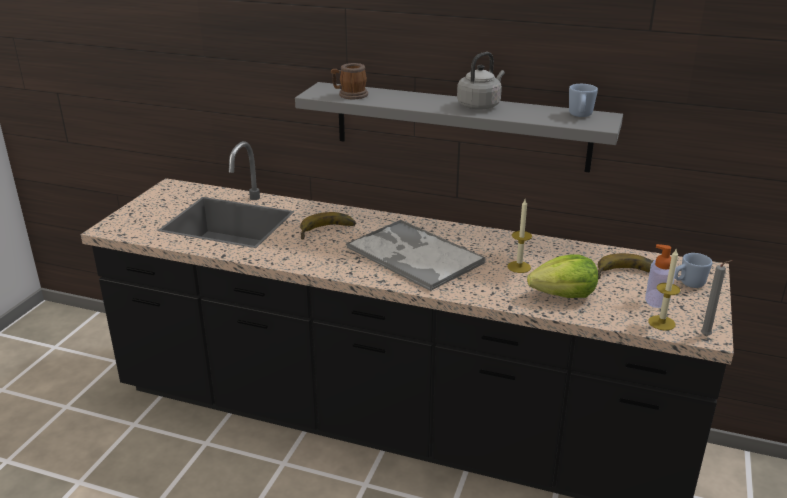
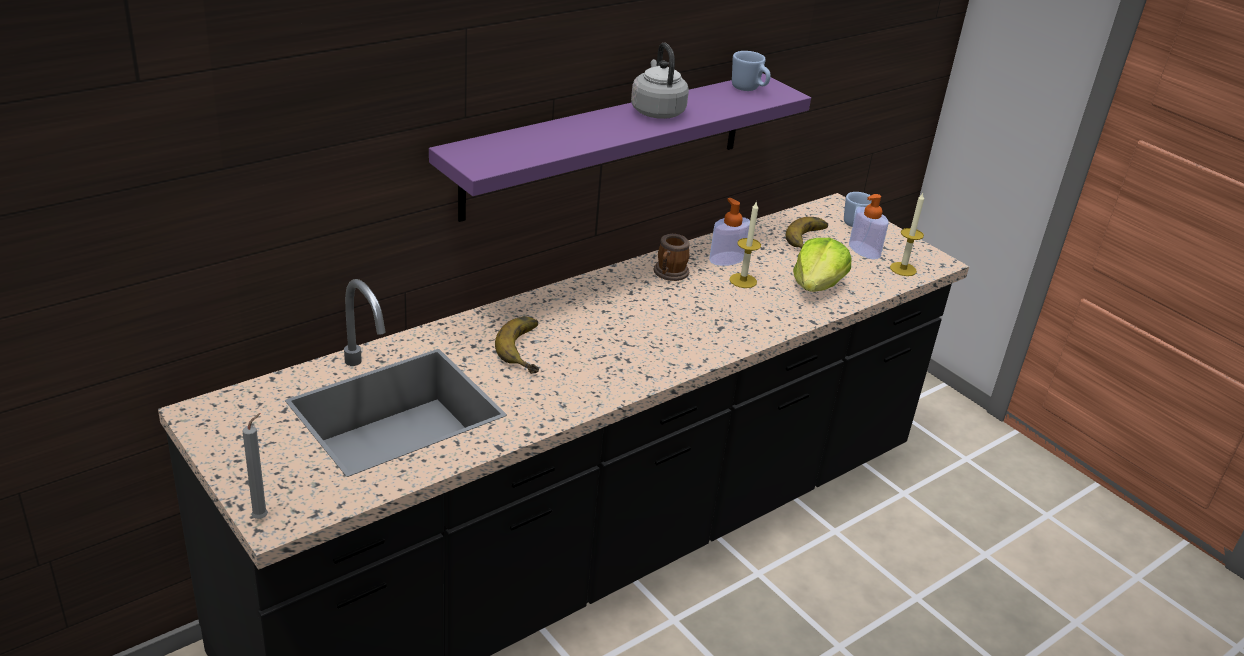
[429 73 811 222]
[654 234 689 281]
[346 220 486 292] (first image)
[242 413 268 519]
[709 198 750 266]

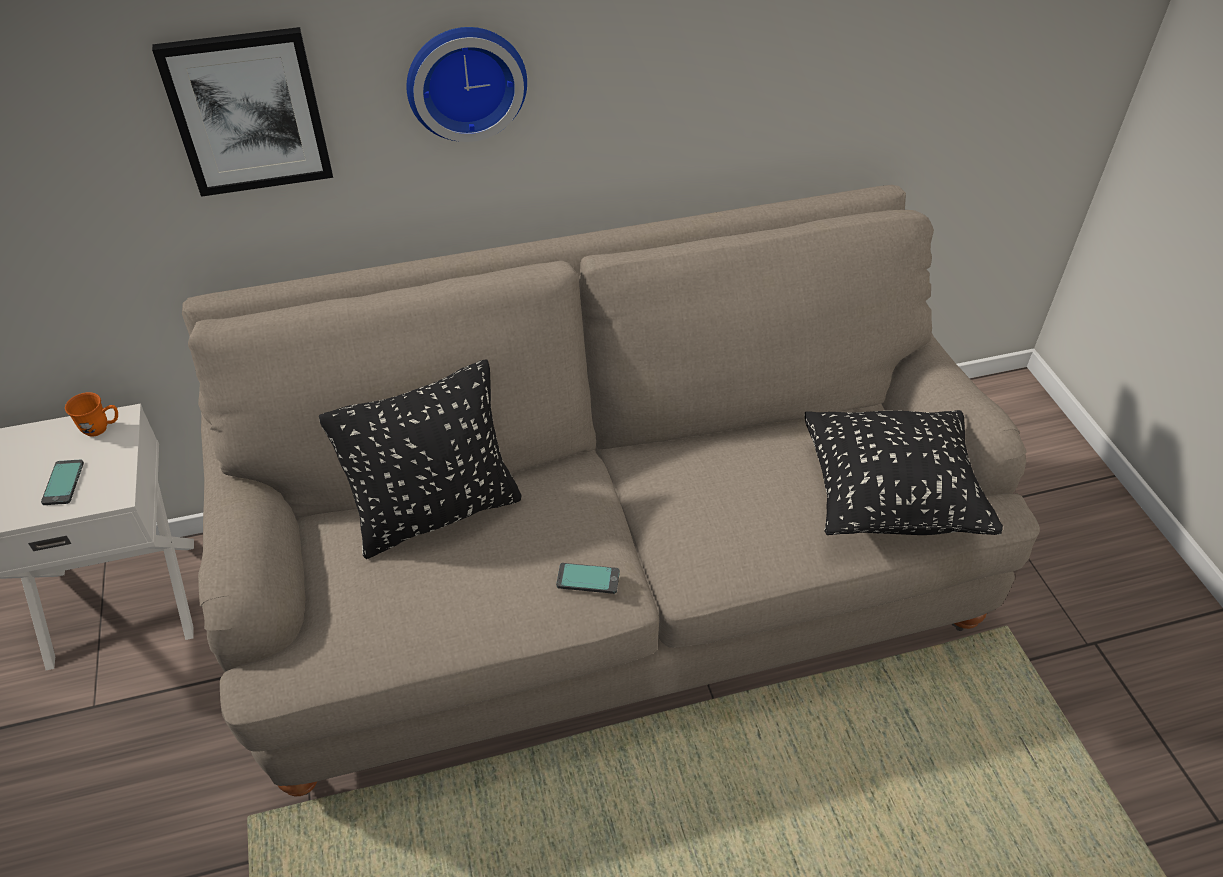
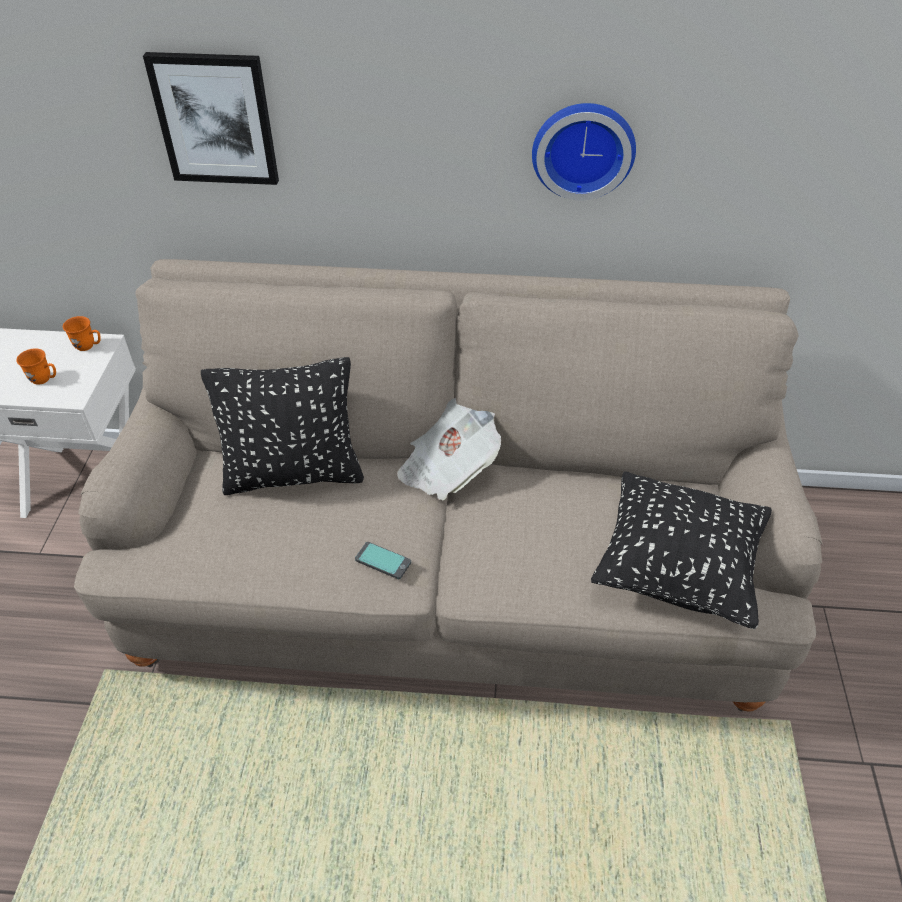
[16 348 56 385]
[532 103 636 200]
[397 398 501 500]

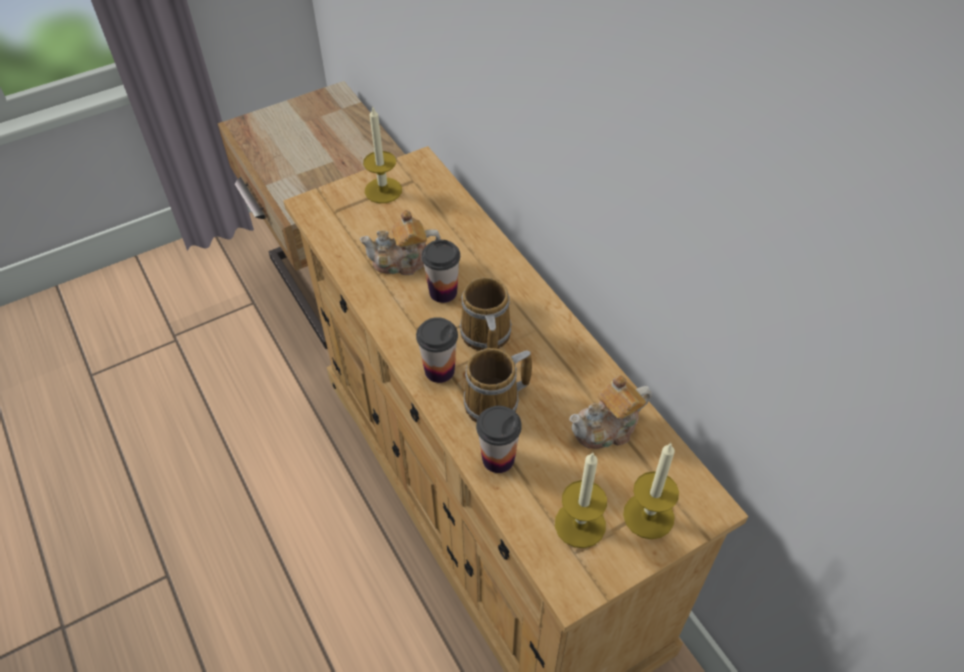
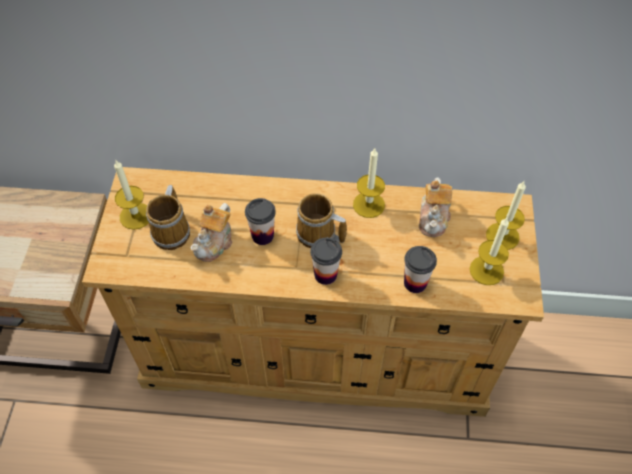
[146 185 190 250]
[353 148 385 218]

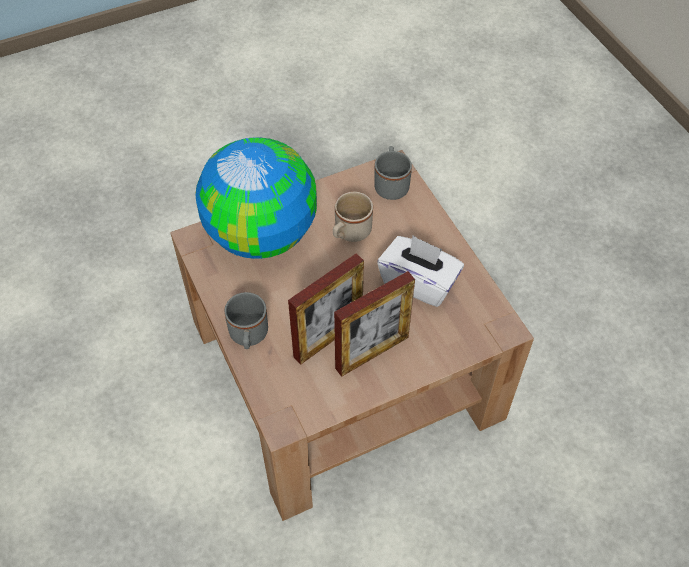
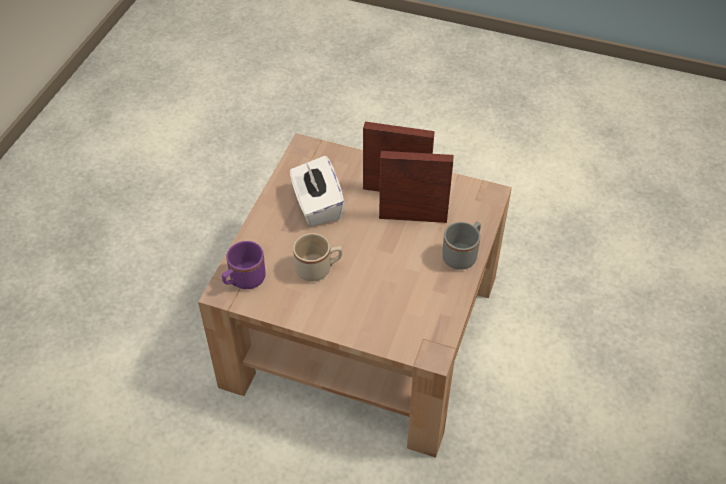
[195 137 317 259] (first image)
[222 241 266 289]

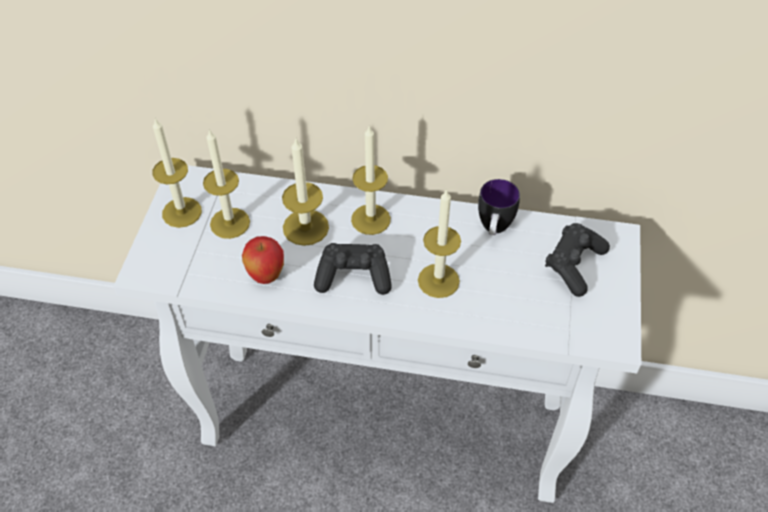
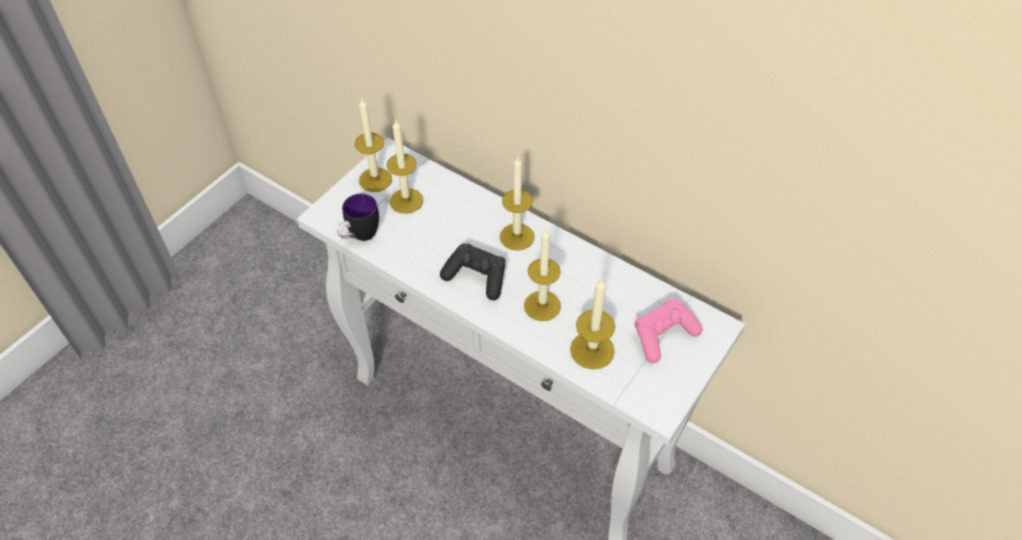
[242 236 284 284] (first image)
[570 278 615 369]
[337 194 379 241]
[635 299 703 363]

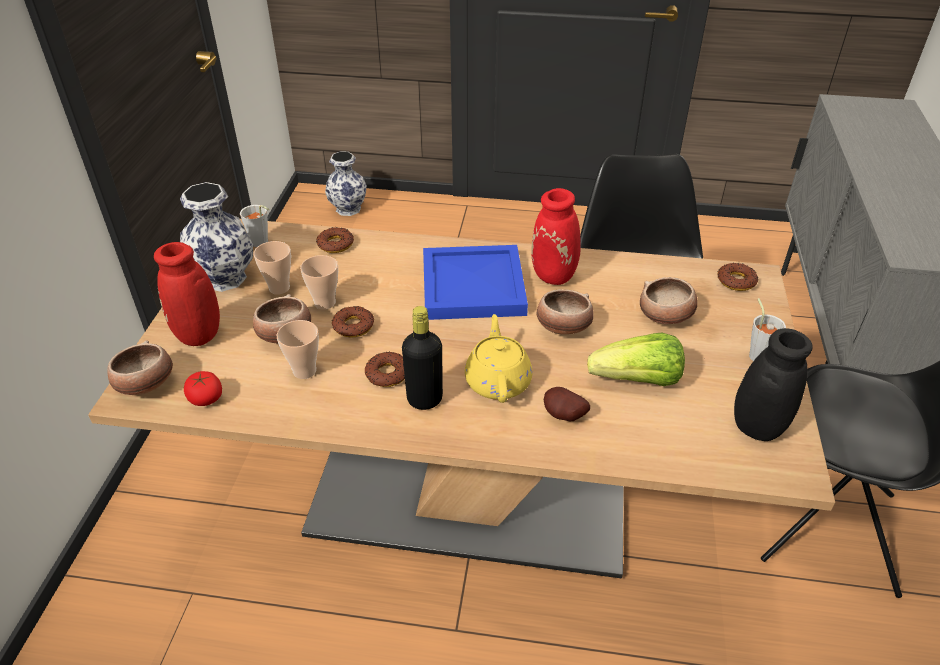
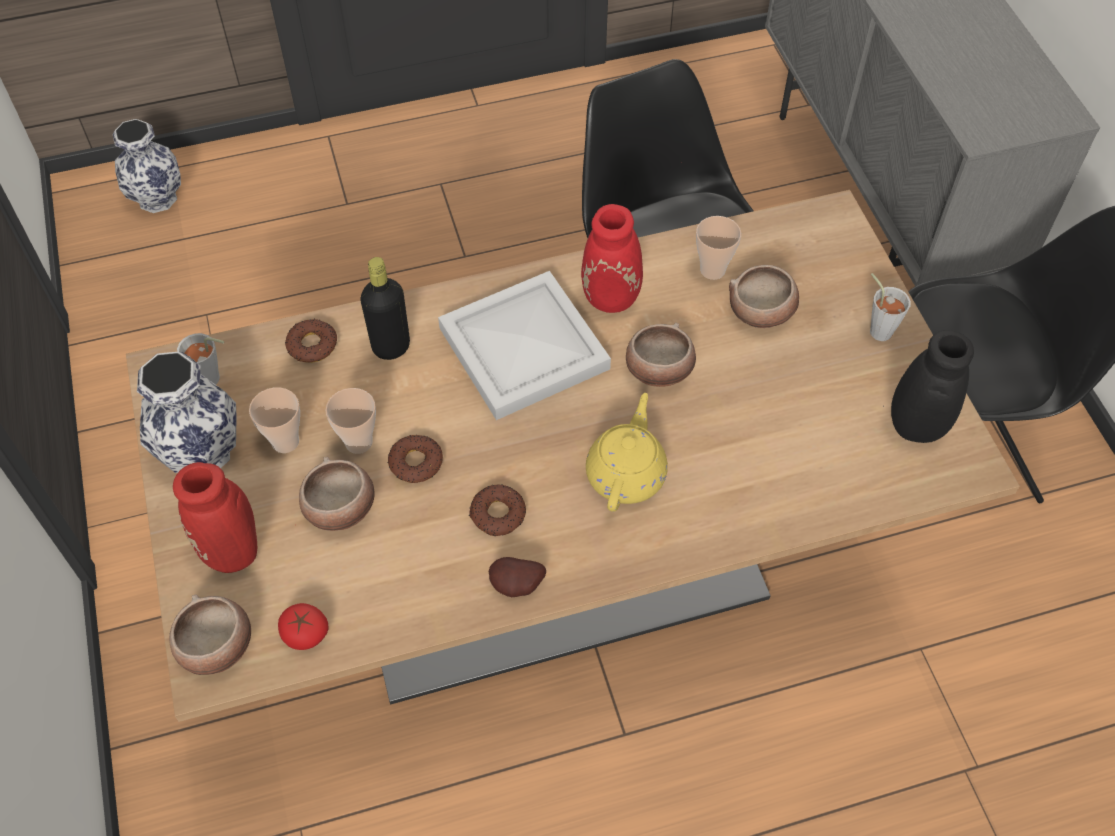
[696 216 741 280]
[360 257 410 360]
[438 271 611 420]
[586 393 668 512]
[488 557 546 597]
[587 332 685 386] (first image)
[718 263 758 291] (first image)

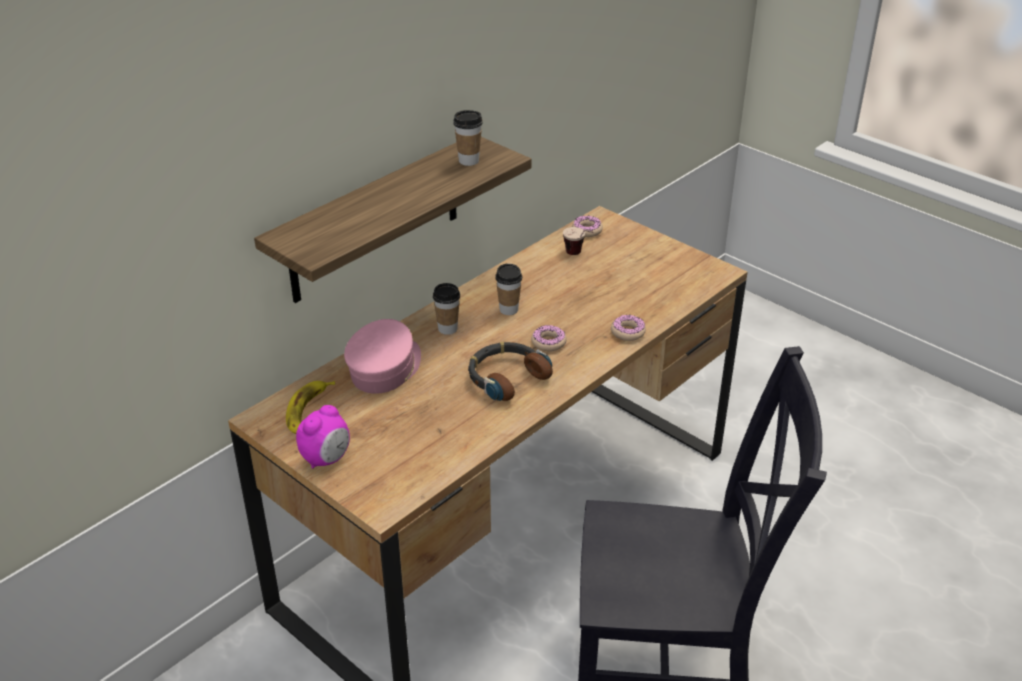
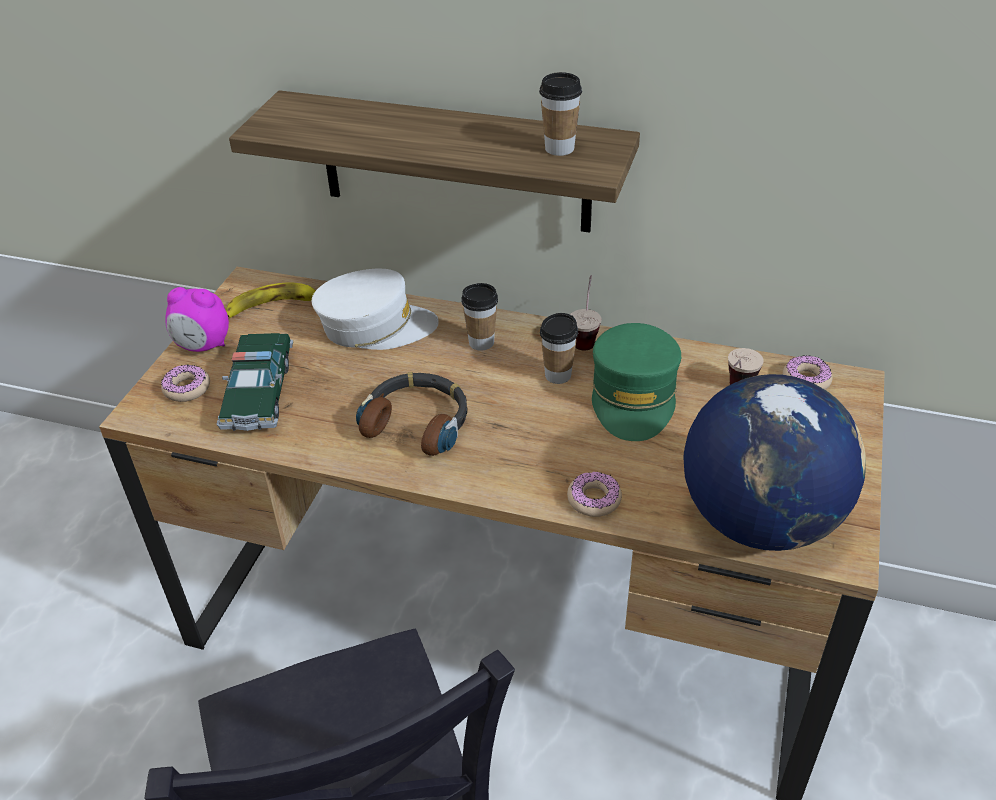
[312 269 439 350]
[161 365 210 402]
[216 333 293 431]
[570 275 602 351]
[592 323 681 441]
[684 374 866 551]

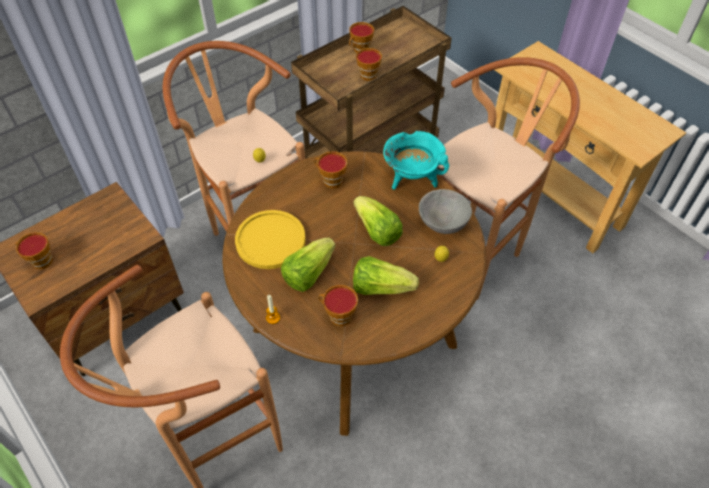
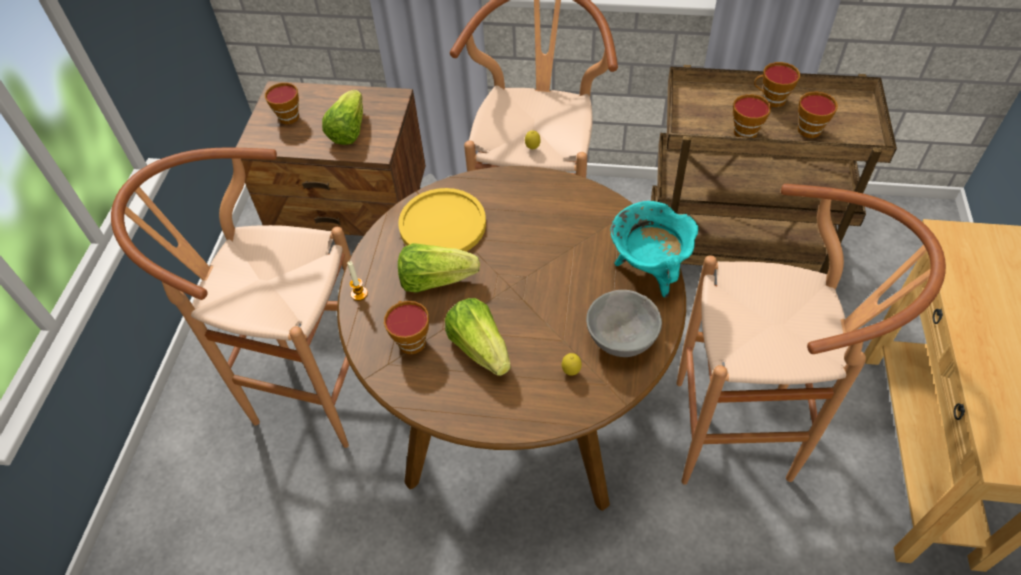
[798 91 838 138]
[322 90 363 145]

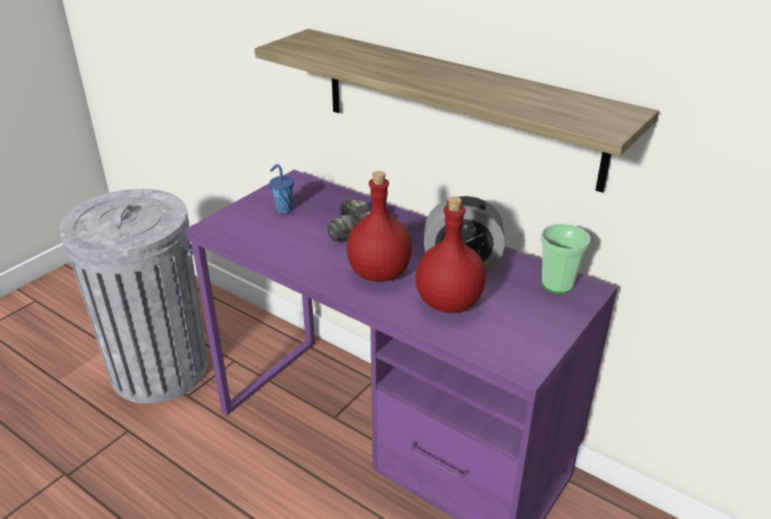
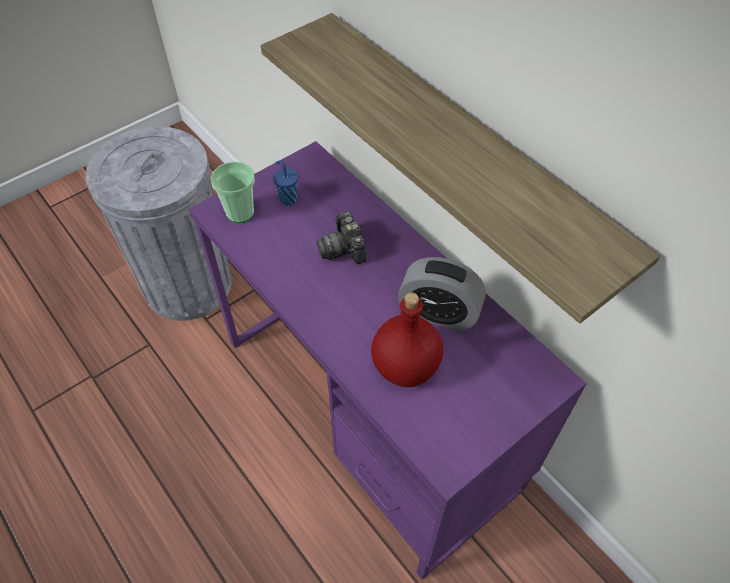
[347 171 412 282] (first image)
[211 162 255 223]

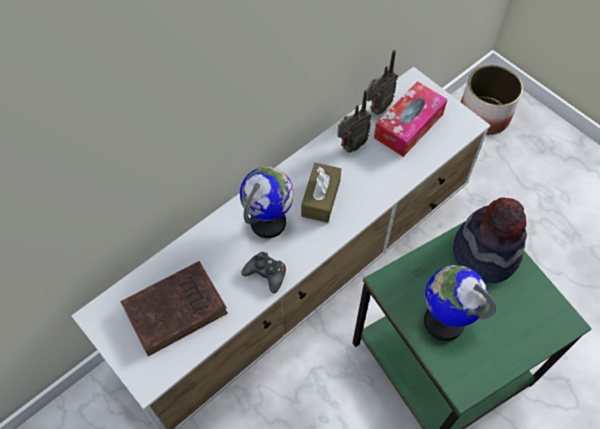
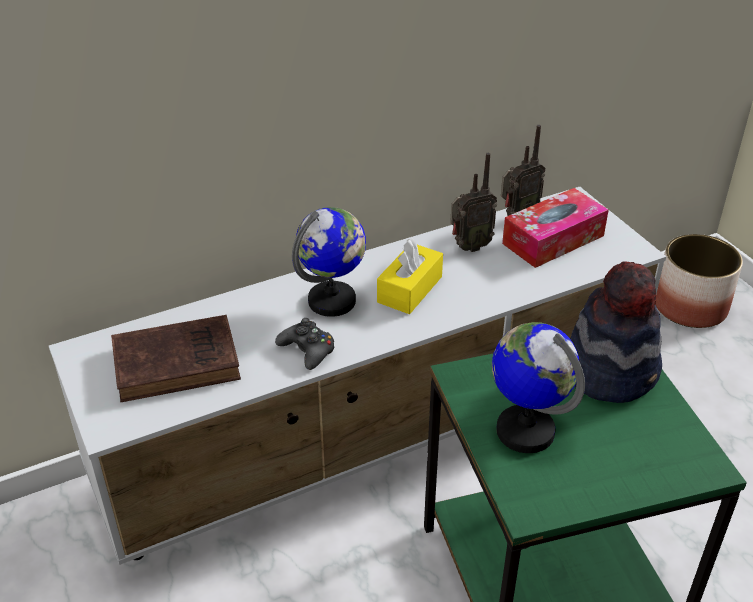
[377 239 443 314]

